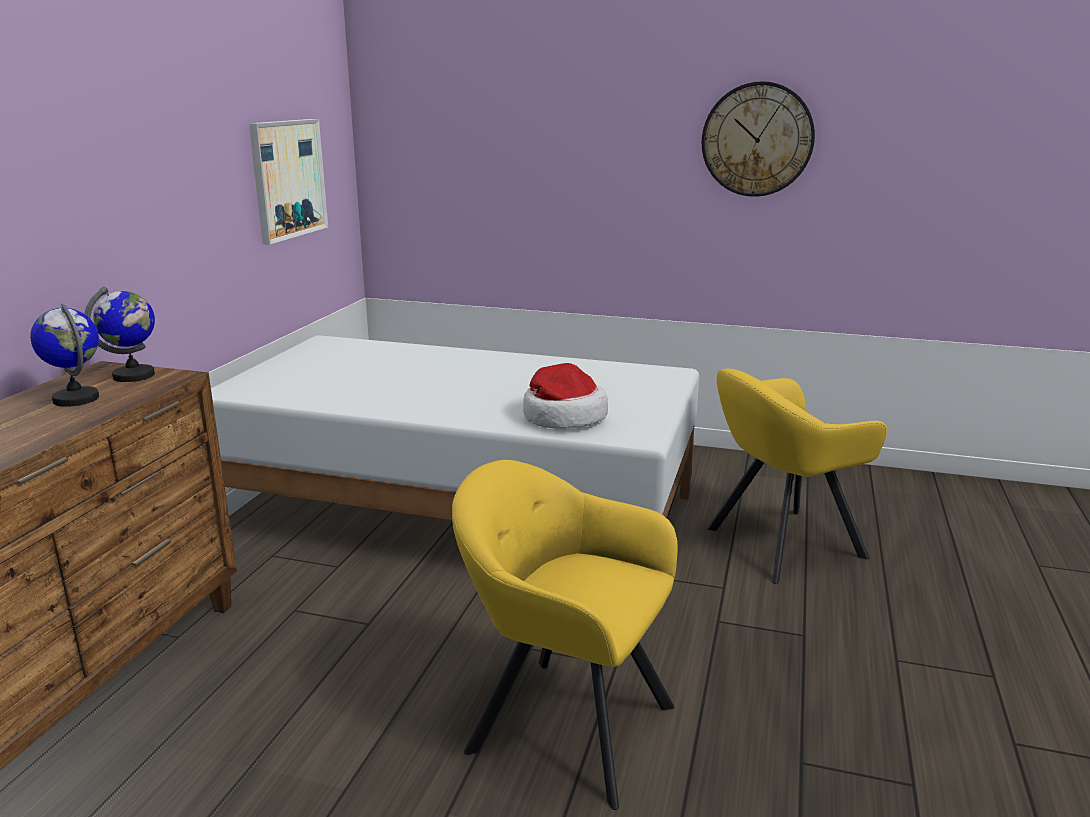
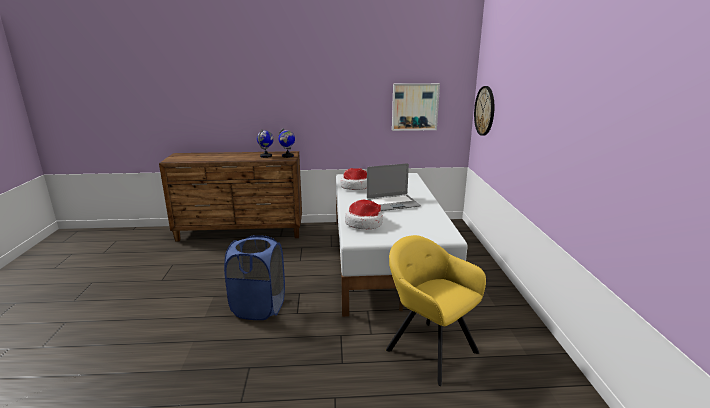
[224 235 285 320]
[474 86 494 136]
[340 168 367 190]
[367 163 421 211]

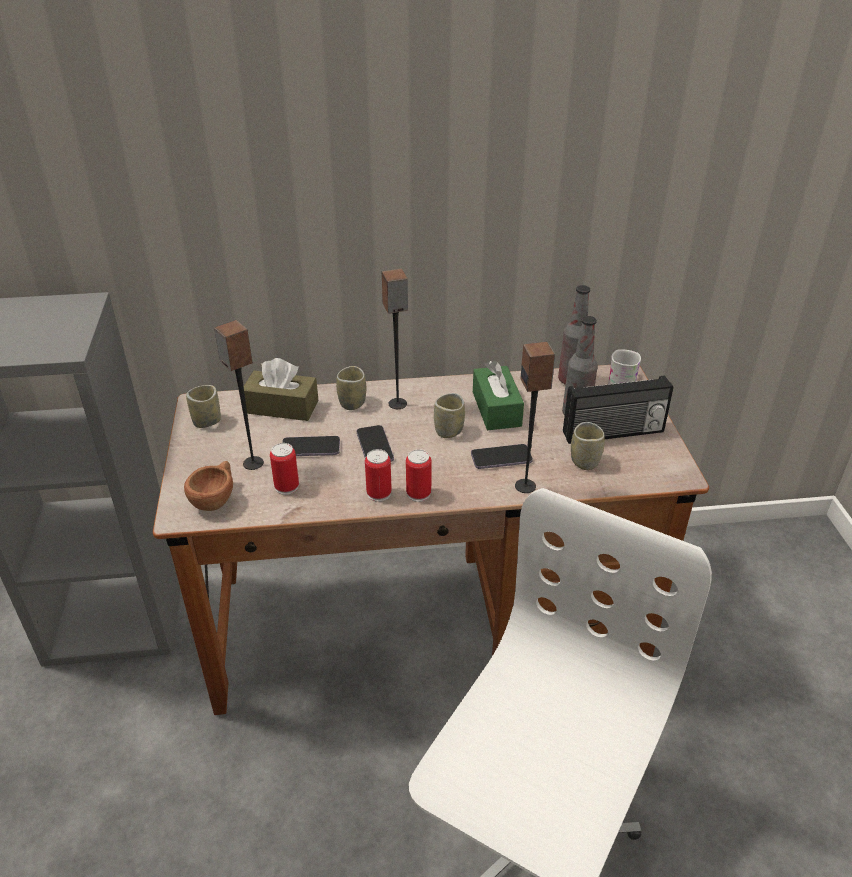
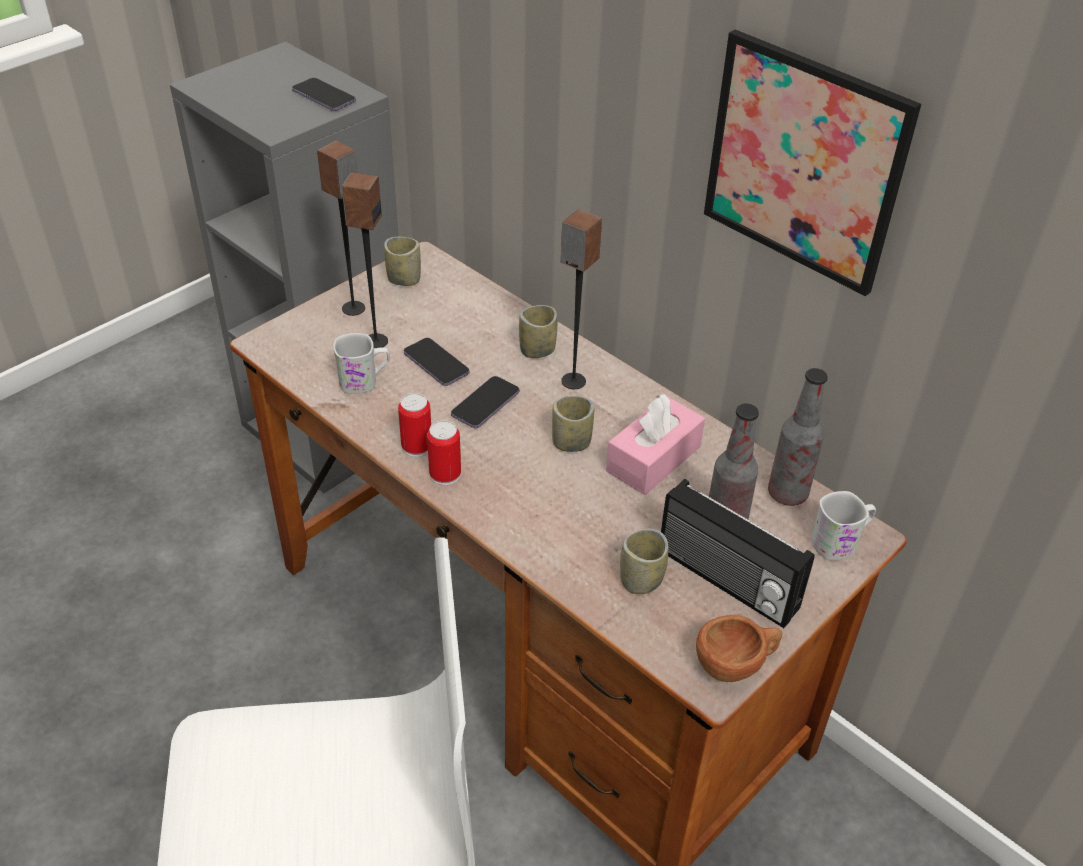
[696 615 782 682]
[243 358 319 421] (first image)
[333 333 390 394]
[292 78 356 111]
[606 394 705 495]
[317 141 365 316]
[704 30 921 296]

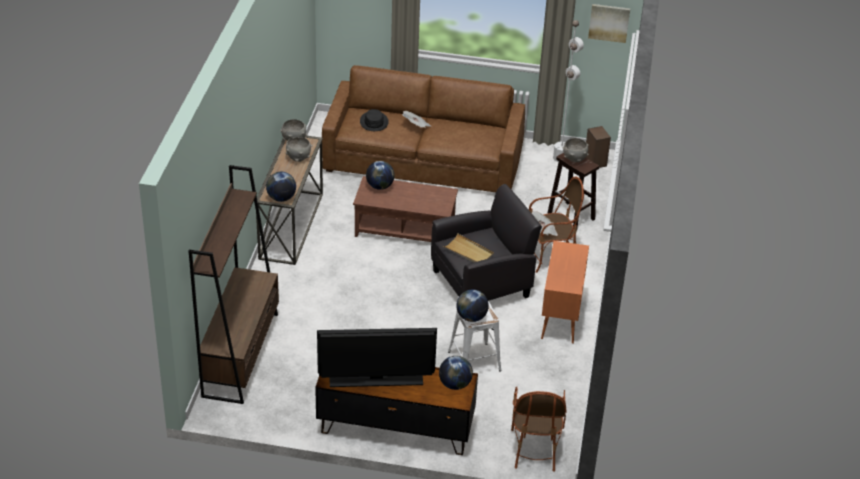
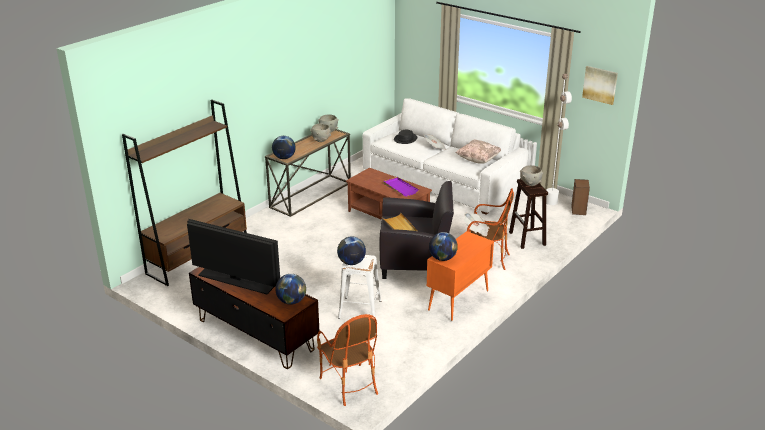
[363 98 529 215]
[429 232 458 261]
[317 314 378 406]
[383 177 419 196]
[456 140 501 164]

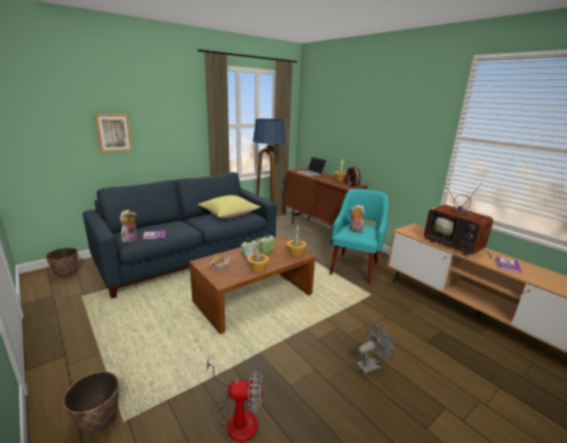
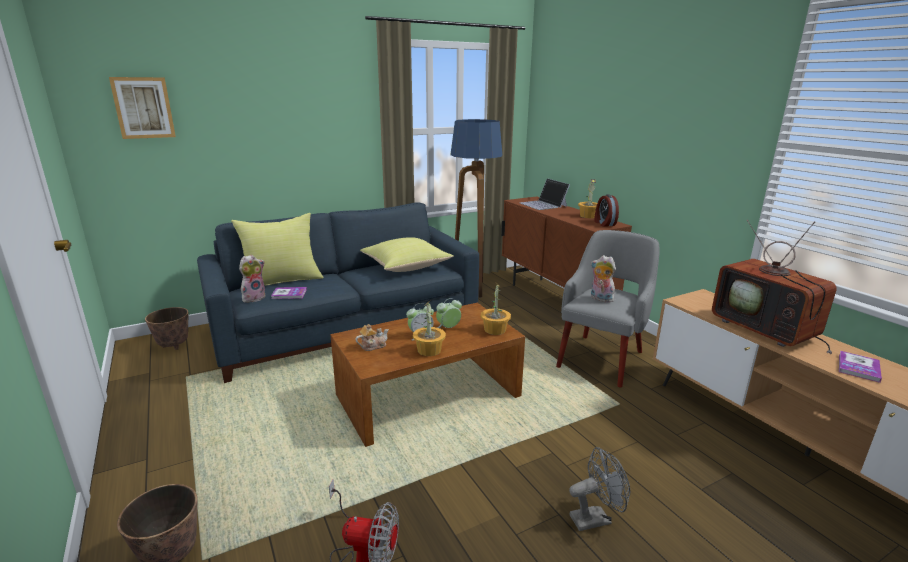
[109 77 176 139]
[556 230 660 387]
[231 213 324 286]

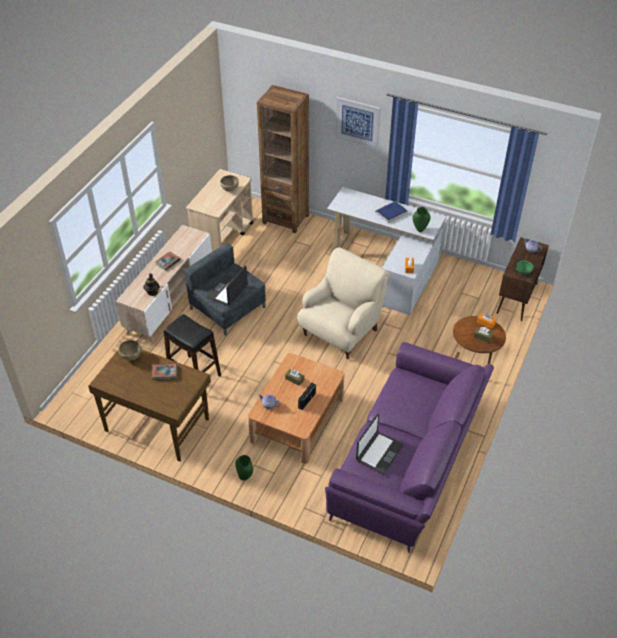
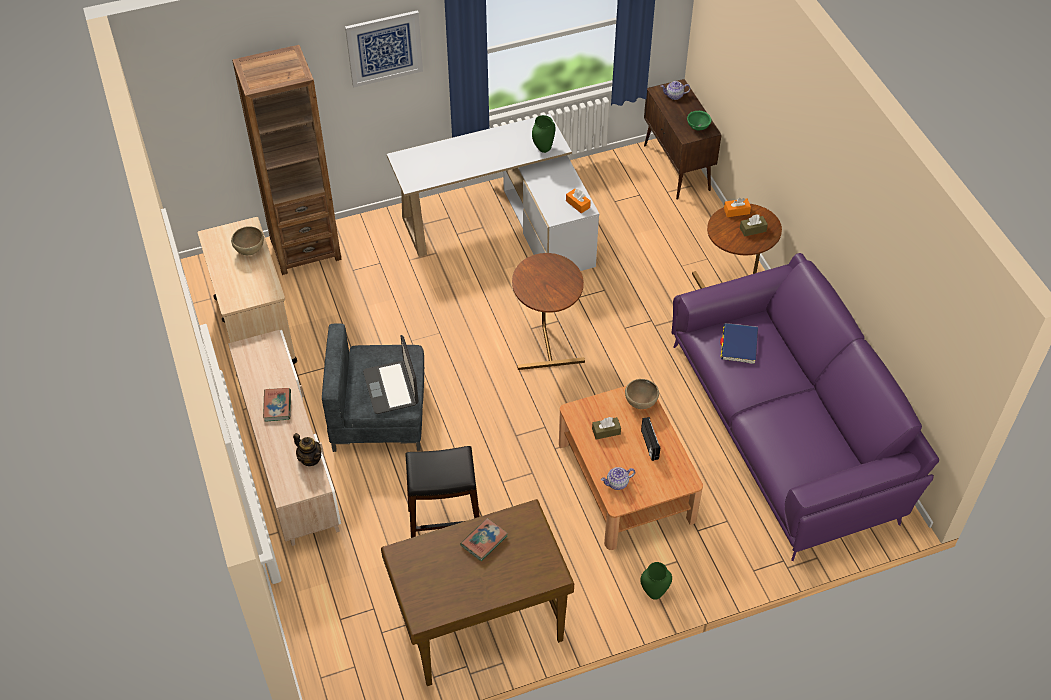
[625 379 659 409]
[512 253 585 370]
[356 414 403 474] (first image)
[720 323 758 364]

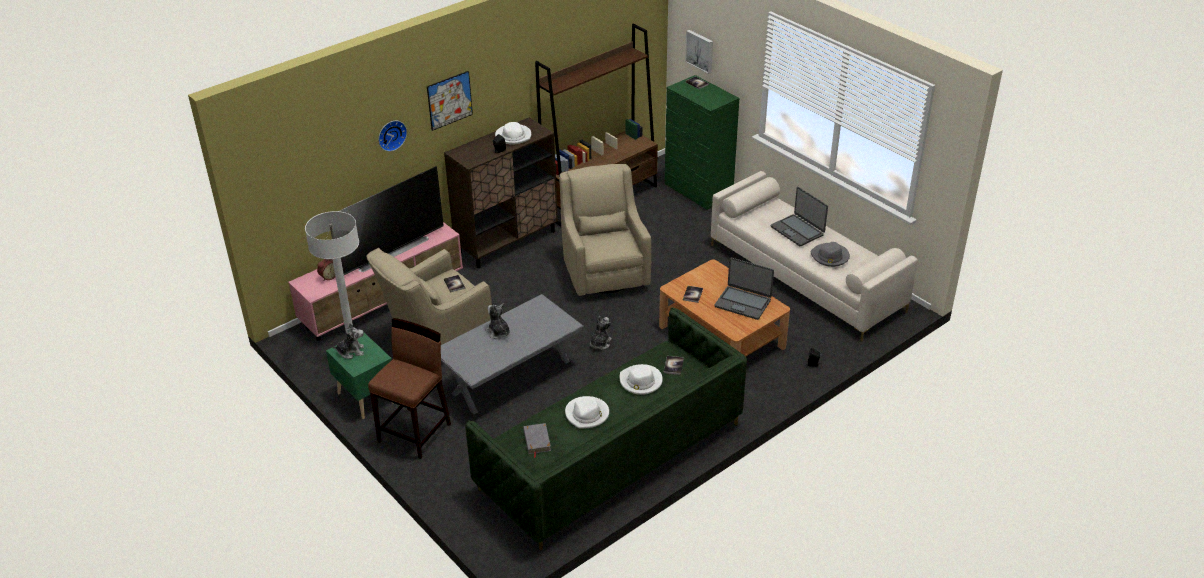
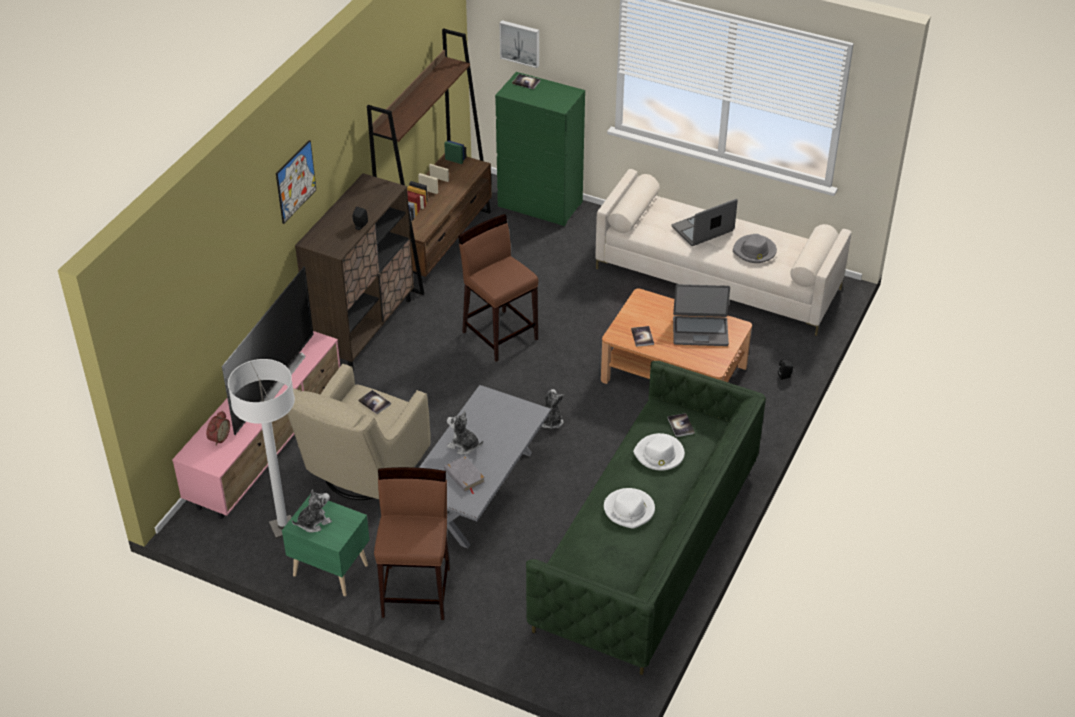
[378 121 407 151] (first image)
[495 122 531 144] (first image)
[444 456 485 494]
[458 214 538 362]
[672 199 738 246]

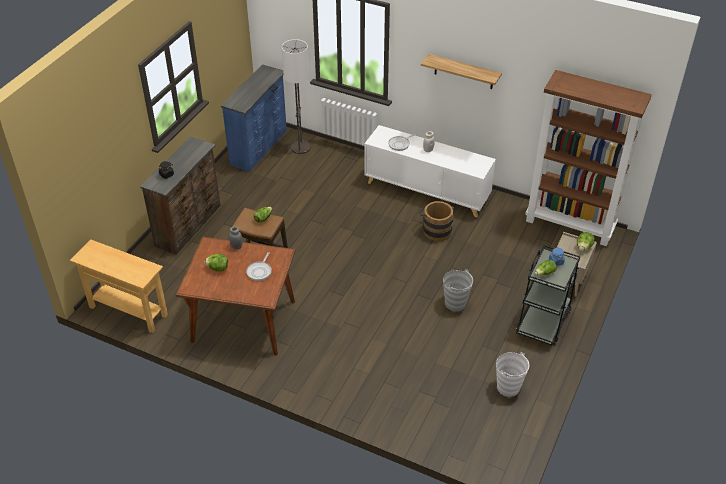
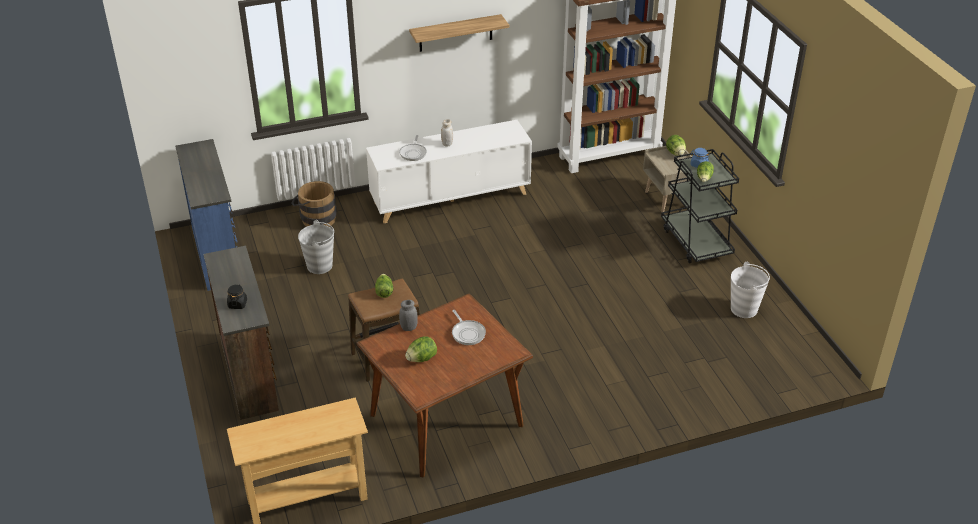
[282 39 310 154] (first image)
[291 181 337 227]
[298 220 334 274]

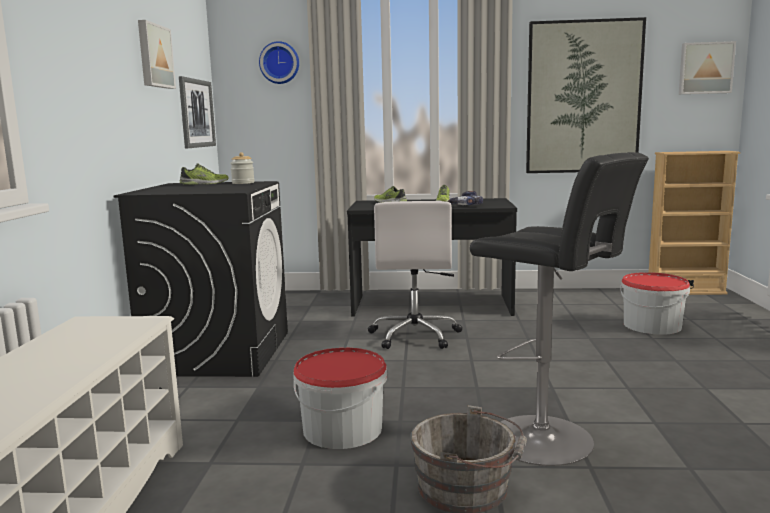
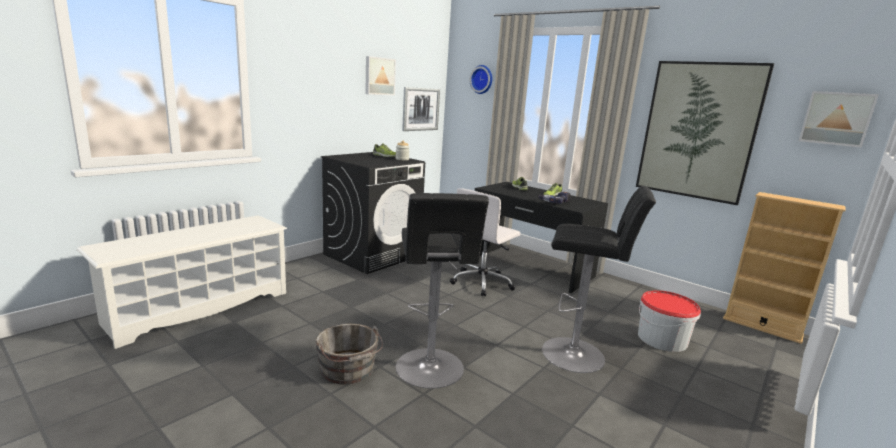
[294 348 387 449] (first image)
[542 186 656 373]

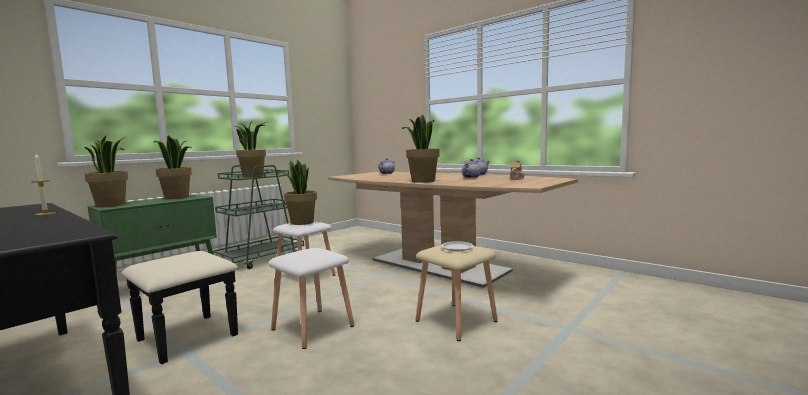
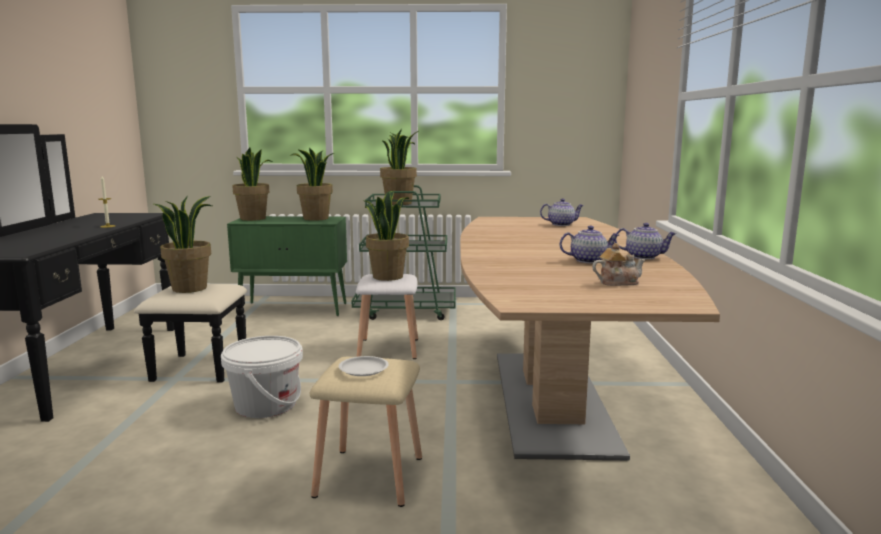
[221 336 303 418]
[154 196 212 293]

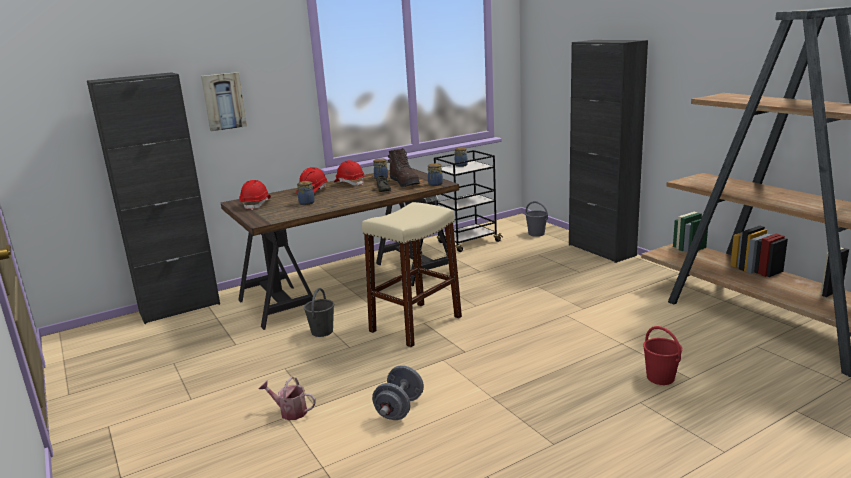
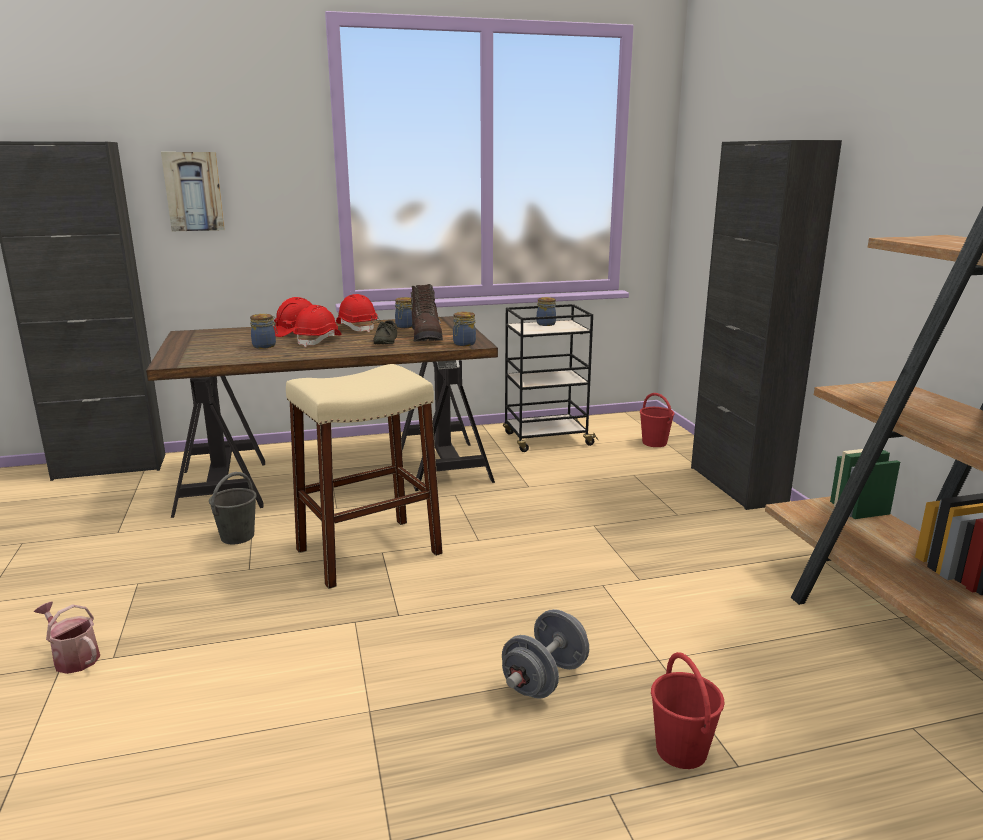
[293 305 342 347]
[502 609 589 699]
[640 393 675 447]

